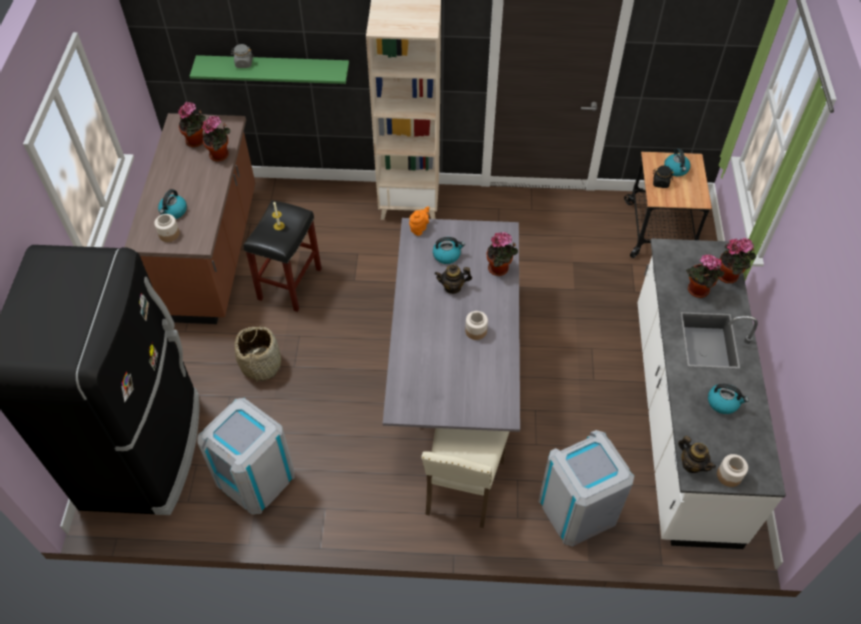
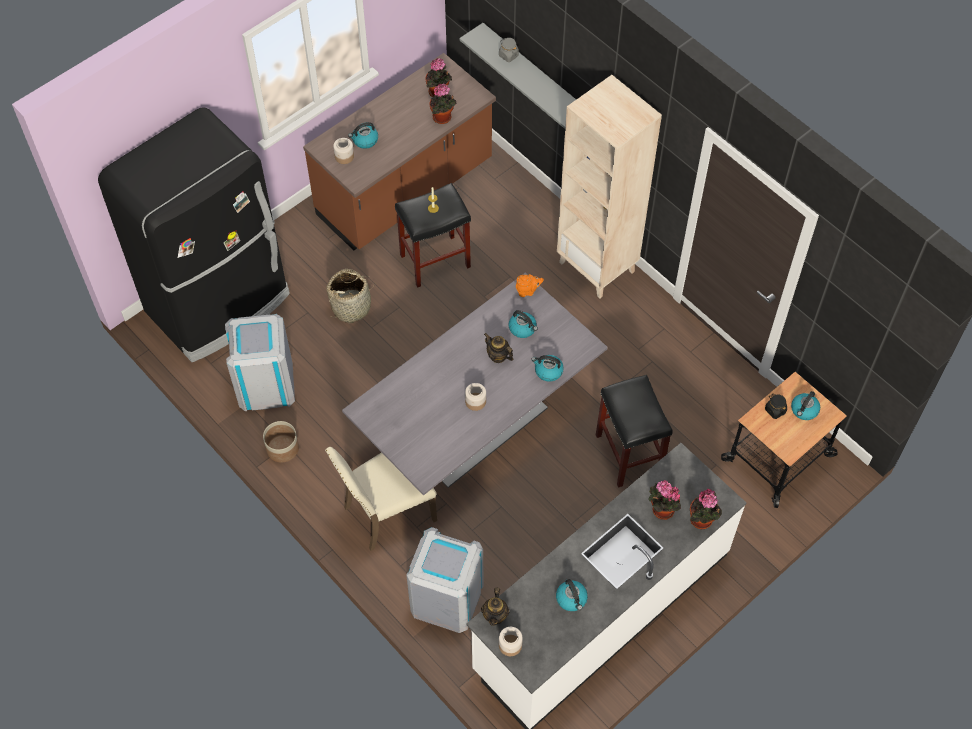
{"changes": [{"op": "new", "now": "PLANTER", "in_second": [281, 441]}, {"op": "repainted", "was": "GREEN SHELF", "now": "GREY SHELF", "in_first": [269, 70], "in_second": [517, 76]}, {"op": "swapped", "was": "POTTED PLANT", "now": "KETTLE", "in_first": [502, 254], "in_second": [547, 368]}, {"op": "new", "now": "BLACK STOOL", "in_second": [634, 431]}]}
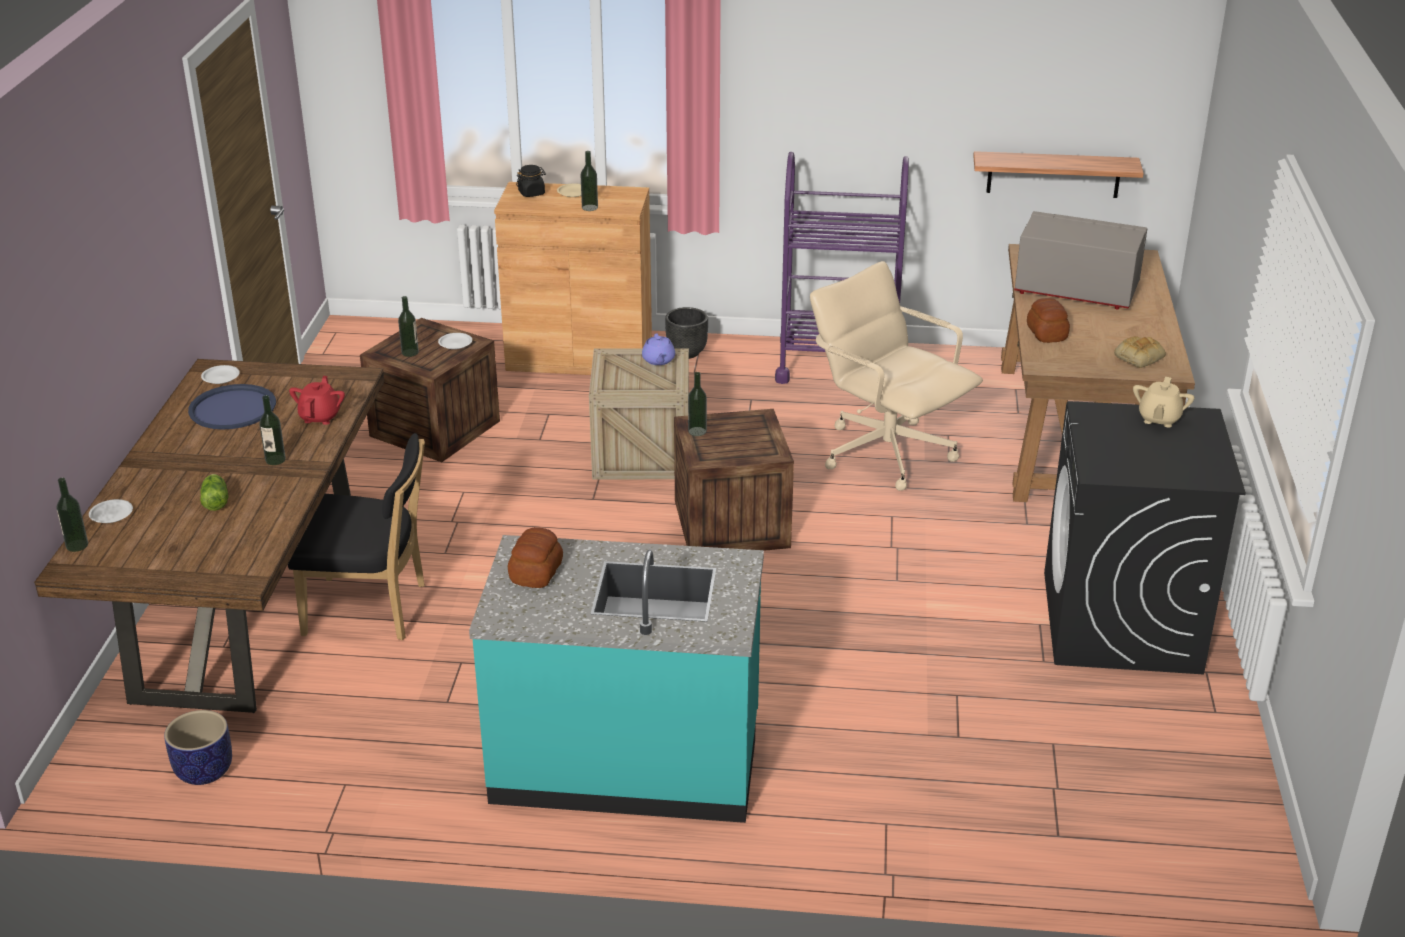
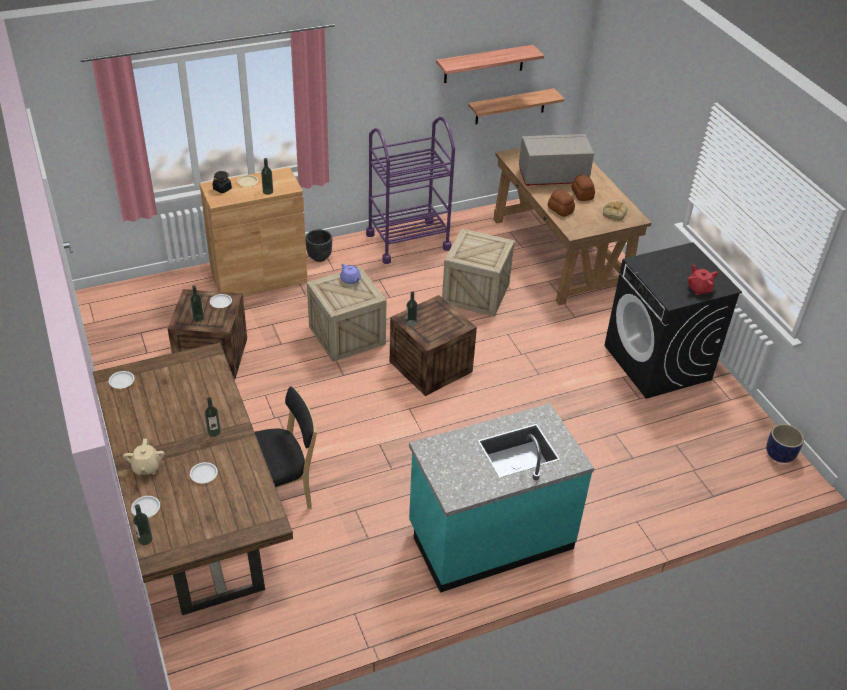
{"changes": [{"op": "shifted", "was": "BEIGE TEAPOT", "in_first": [1163, 402], "in_second": [144, 457]}, {"op": "swapped", "was": "LETTUCE", "now": "WHITE PLATE", "in_first": [214, 492], "in_second": [204, 472]}, {"op": "new", "now": "SHELF", "in_second": [490, 64]}, {"op": "swapped", "was": "BEIGE OFFICE CHAIR", "now": "CRATE", "in_first": [896, 376], "in_second": [478, 272]}, {"op": "shifted", "was": "BREAD", "in_first": [535, 557], "in_second": [583, 188]}, {"op": "shifted", "was": "RED TEAPOT", "in_first": [317, 400], "in_second": [703, 279]}, {"op": "shifted", "was": "PLANTER", "in_first": [198, 747], "in_second": [785, 443]}, {"op": "gone", "was": "BLUE TRAY", "in_first": [232, 407]}]}
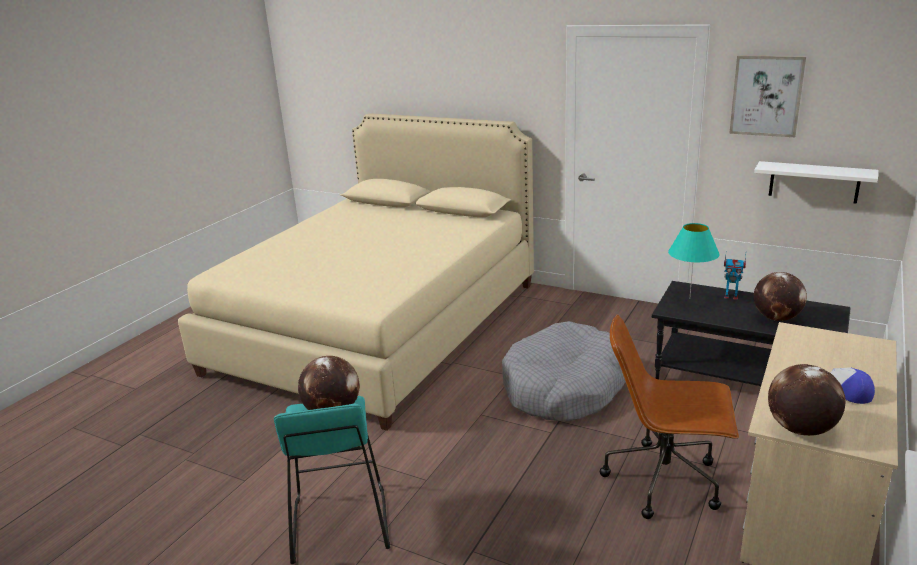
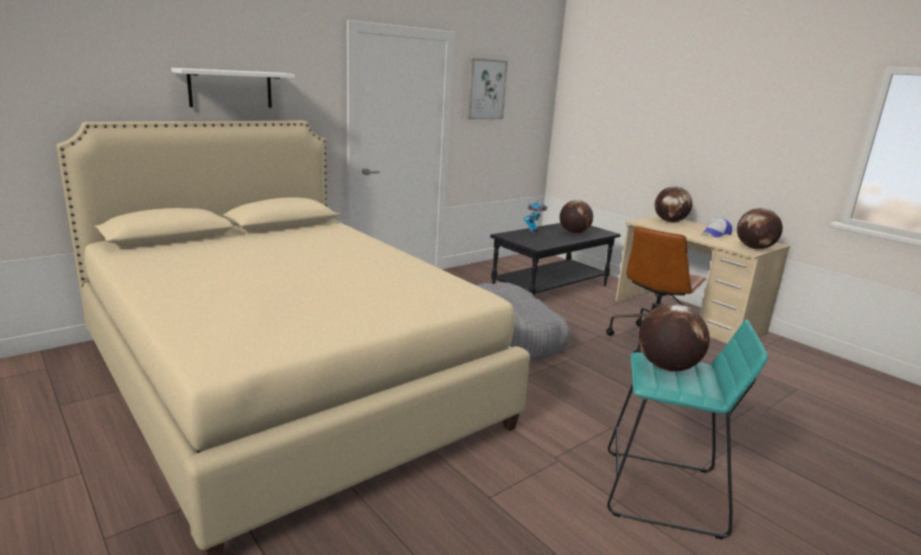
{"changes": [{"op": "shifted", "was": "WHITE SHELF", "in_first": [816, 182], "in_second": [233, 88]}, {"op": "new", "now": "GLOBE", "in_second": [673, 204]}, {"op": "gone", "was": "TURQUOISE TABLE LAMP", "in_first": [694, 259]}]}
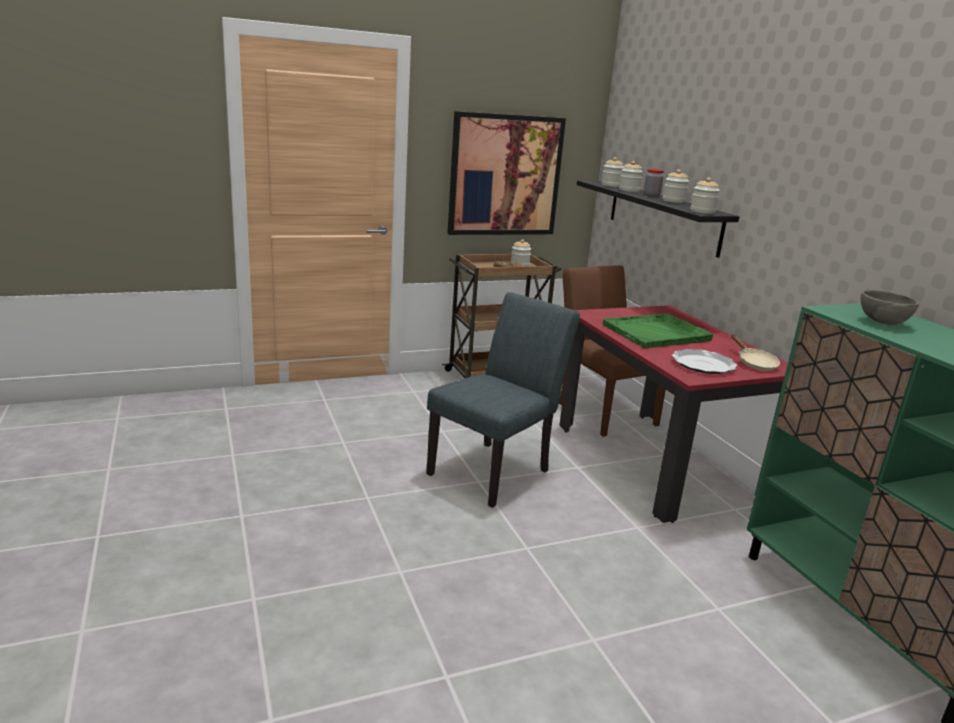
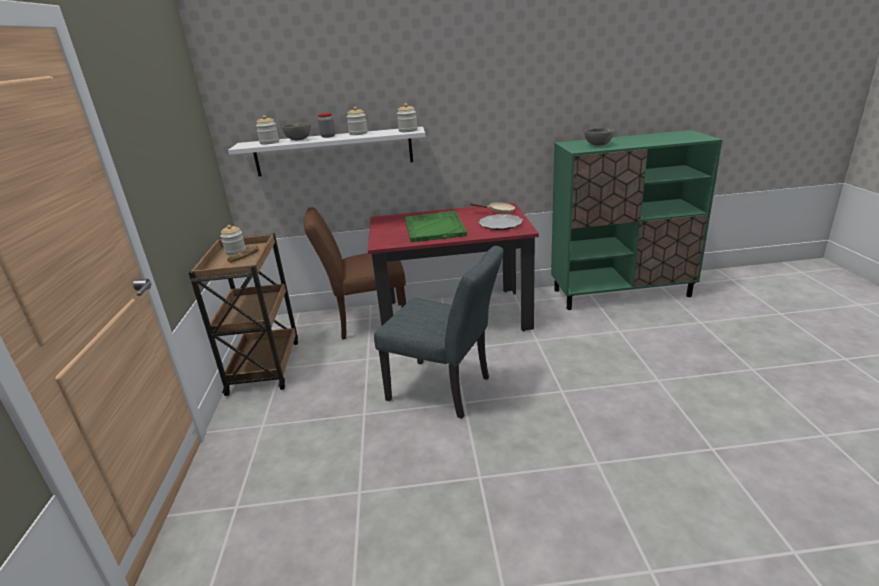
{"changes": [{"op": "repainted", "was": "BLACK SHELF", "now": "WHITE SHELF", "in_first": [658, 219], "in_second": [327, 151]}, {"op": "swapped", "was": "JAR", "now": "GREY BOWL", "in_first": [631, 176], "in_second": [296, 131]}, {"op": "rotated", "was": "GREY CHAIR", "in_first": [503, 400], "in_second": [439, 332], "clockwise": 150}, {"op": "gone", "was": "PICTURE", "in_first": [506, 173]}]}
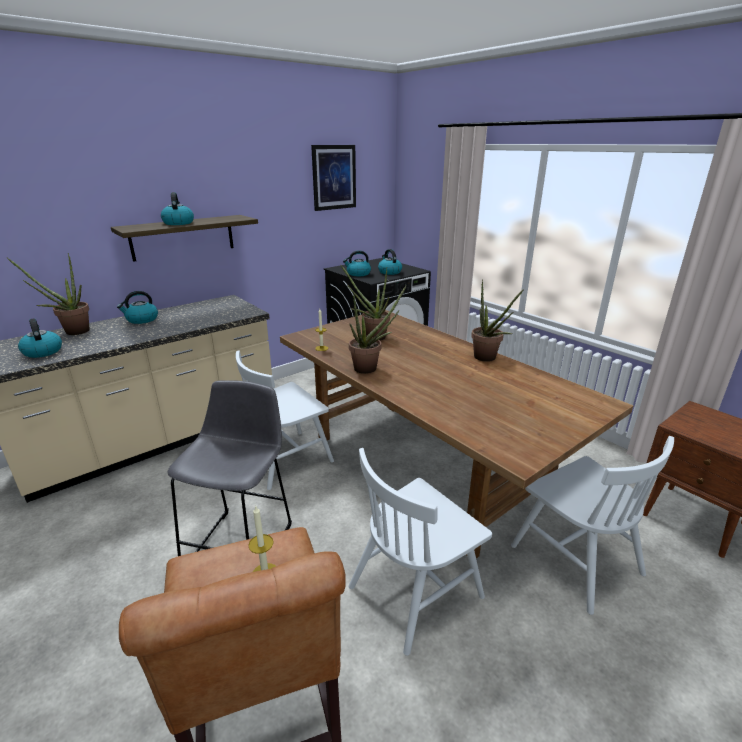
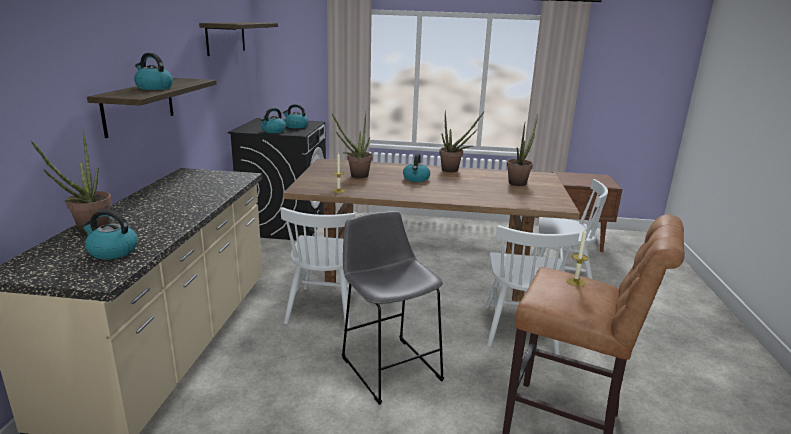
{"changes": [{"op": "swapped", "was": "PICTURE", "now": "SHELF", "in_first": [333, 178], "in_second": [238, 39]}, {"op": "shifted", "was": "KETTLE", "in_first": [137, 307], "in_second": [416, 167]}, {"op": "shifted", "was": "POTTED PLANT", "in_first": [377, 330], "in_second": [522, 150]}]}
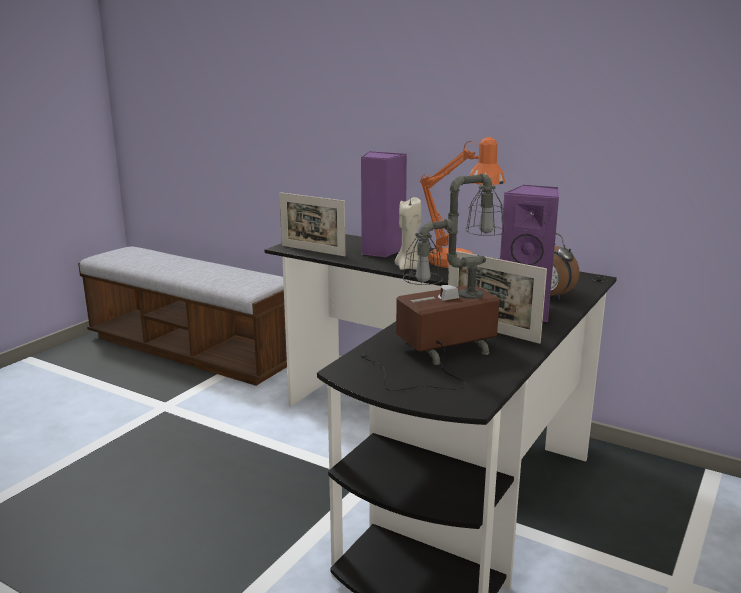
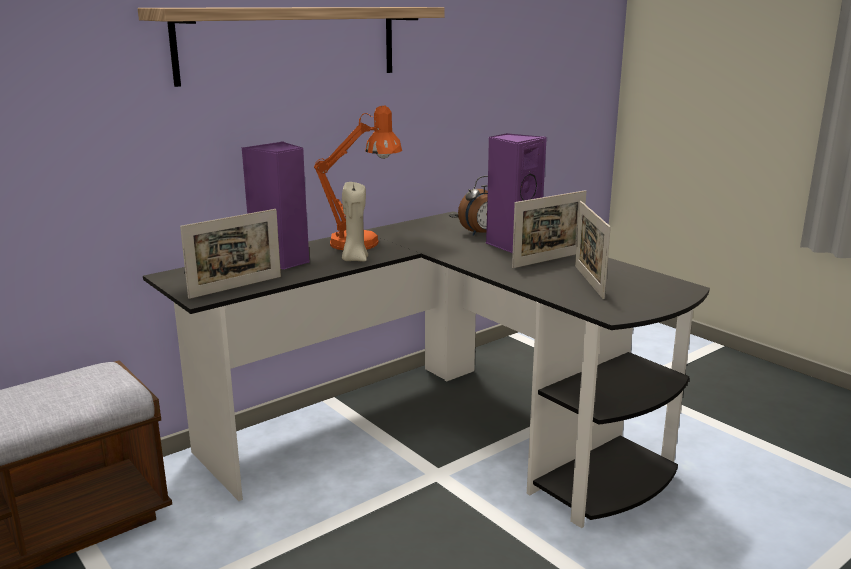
{"changes": [{"op": "new", "now": "SHELF", "in_second": [291, 47]}, {"op": "swapped", "was": "TABLE LAMP", "now": "PICTURE FRAME", "in_first": [433, 282], "in_second": [593, 250]}]}
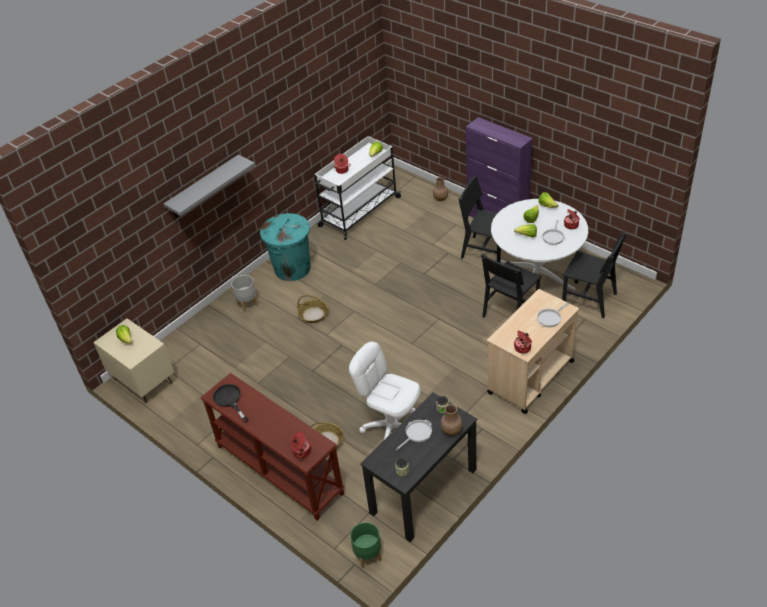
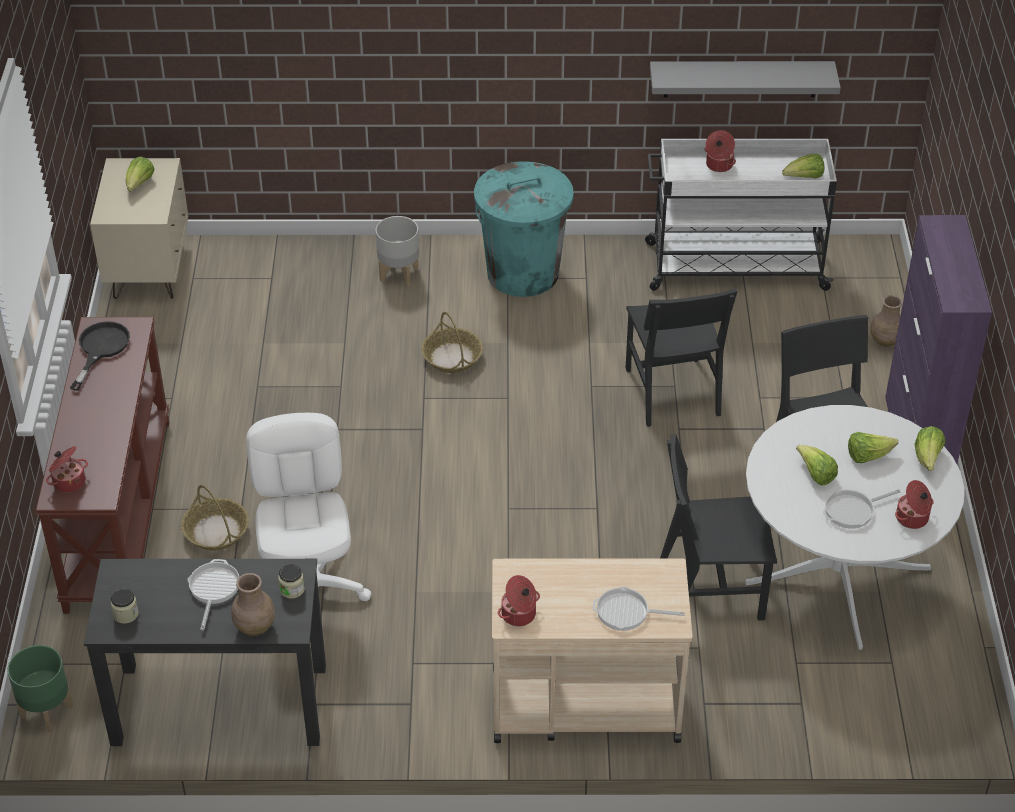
{"changes": [{"op": "rotated", "was": "FRYING PAN", "in_first": [414, 435], "in_second": [213, 594], "clockwise": -90}, {"op": "shifted", "was": "BLACK CHAIR", "in_first": [594, 274], "in_second": [681, 357]}, {"op": "shifted", "was": "GREY SHELF", "in_first": [209, 186], "in_second": [745, 79]}]}
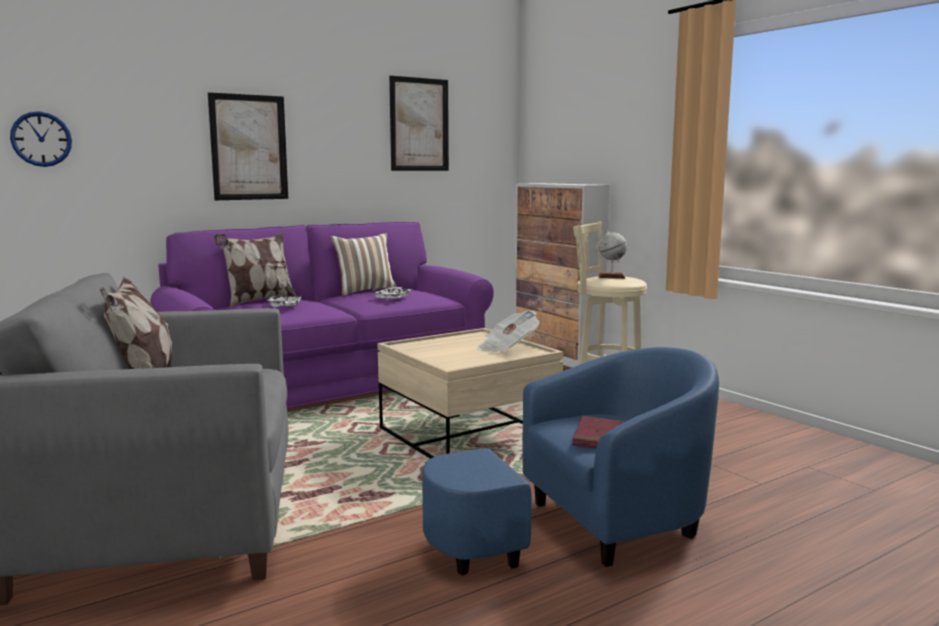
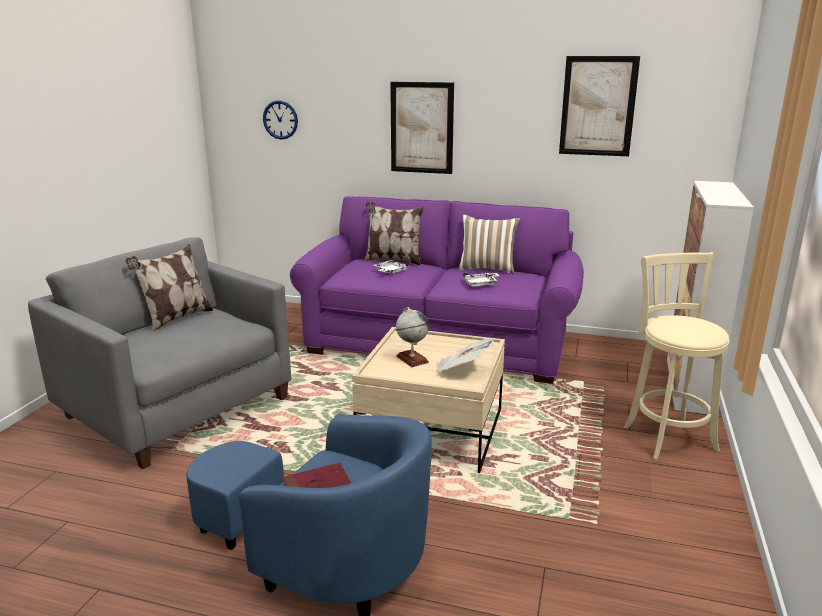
{"changes": [{"op": "shifted", "was": "GLOBE", "in_first": [611, 255], "in_second": [412, 337]}]}
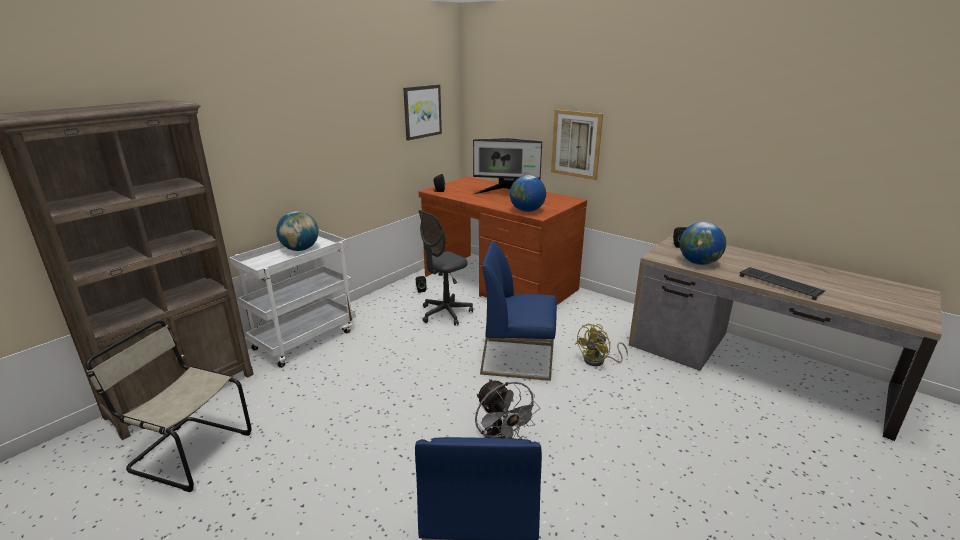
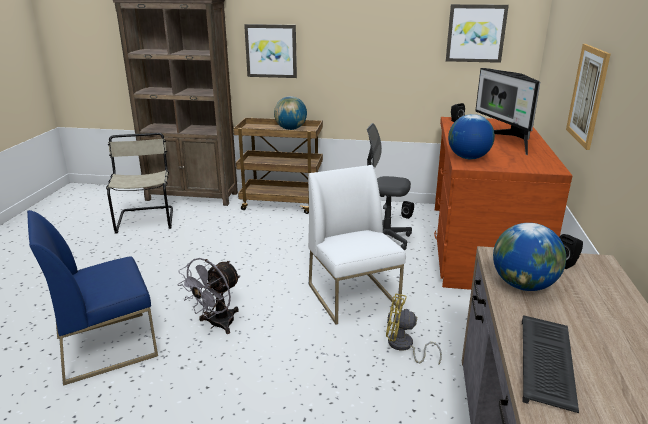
{"changes": [{"op": "repainted", "was": "WHITE CART", "now": "BROWN CART", "in_first": [292, 298], "in_second": [278, 166]}, {"op": "new", "now": "PICTURE", "in_second": [270, 51]}, {"op": "repainted", "was": "BLUE CHAIR", "now": "WHITE CHAIR", "in_first": [518, 311], "in_second": [357, 244]}]}
